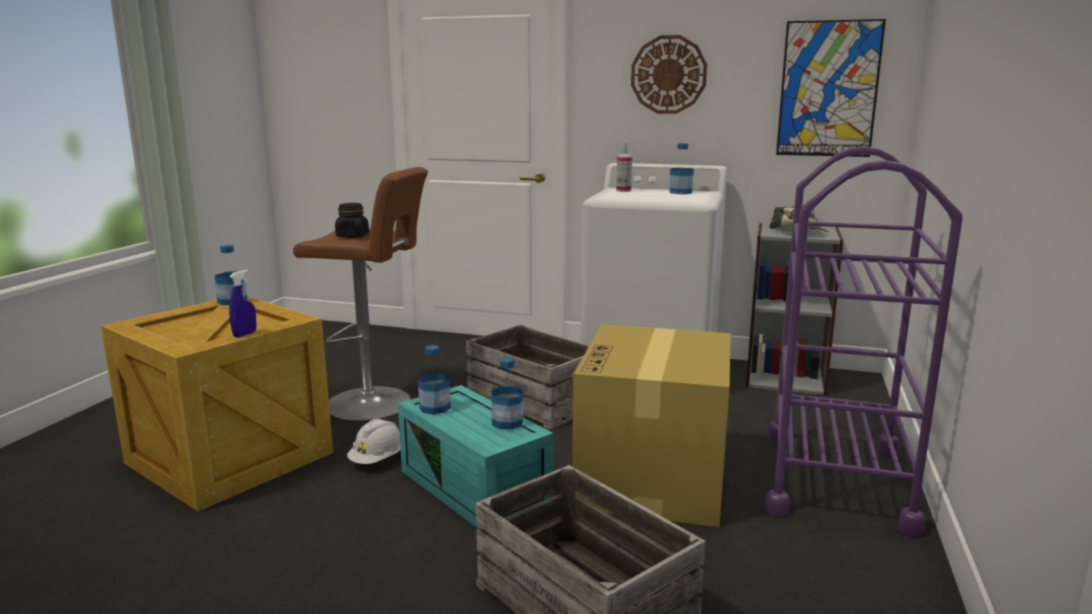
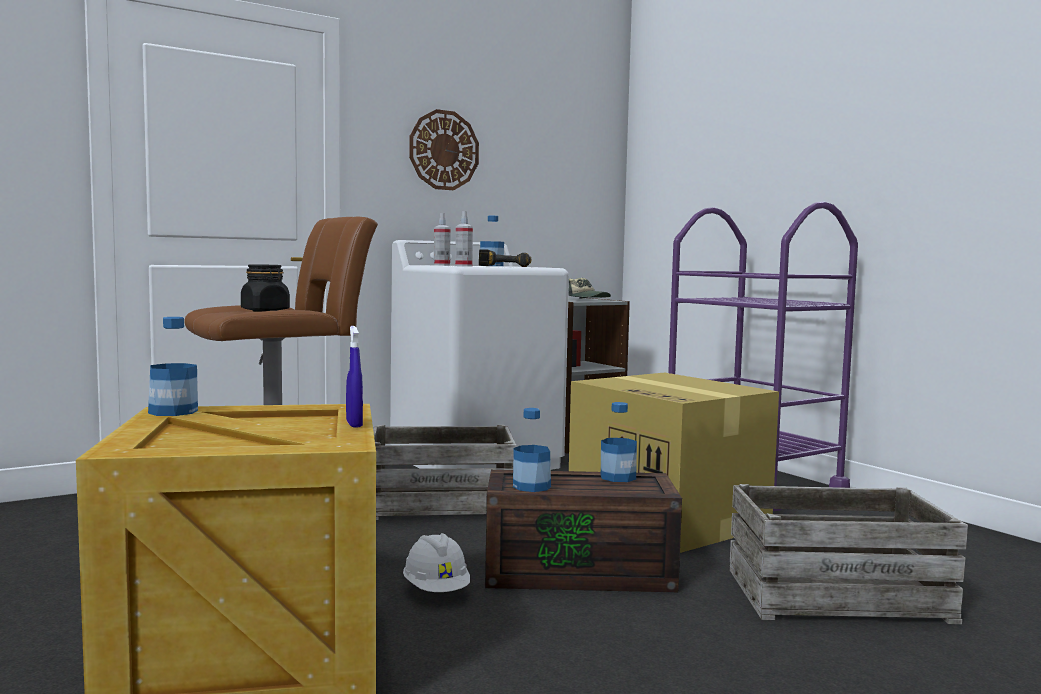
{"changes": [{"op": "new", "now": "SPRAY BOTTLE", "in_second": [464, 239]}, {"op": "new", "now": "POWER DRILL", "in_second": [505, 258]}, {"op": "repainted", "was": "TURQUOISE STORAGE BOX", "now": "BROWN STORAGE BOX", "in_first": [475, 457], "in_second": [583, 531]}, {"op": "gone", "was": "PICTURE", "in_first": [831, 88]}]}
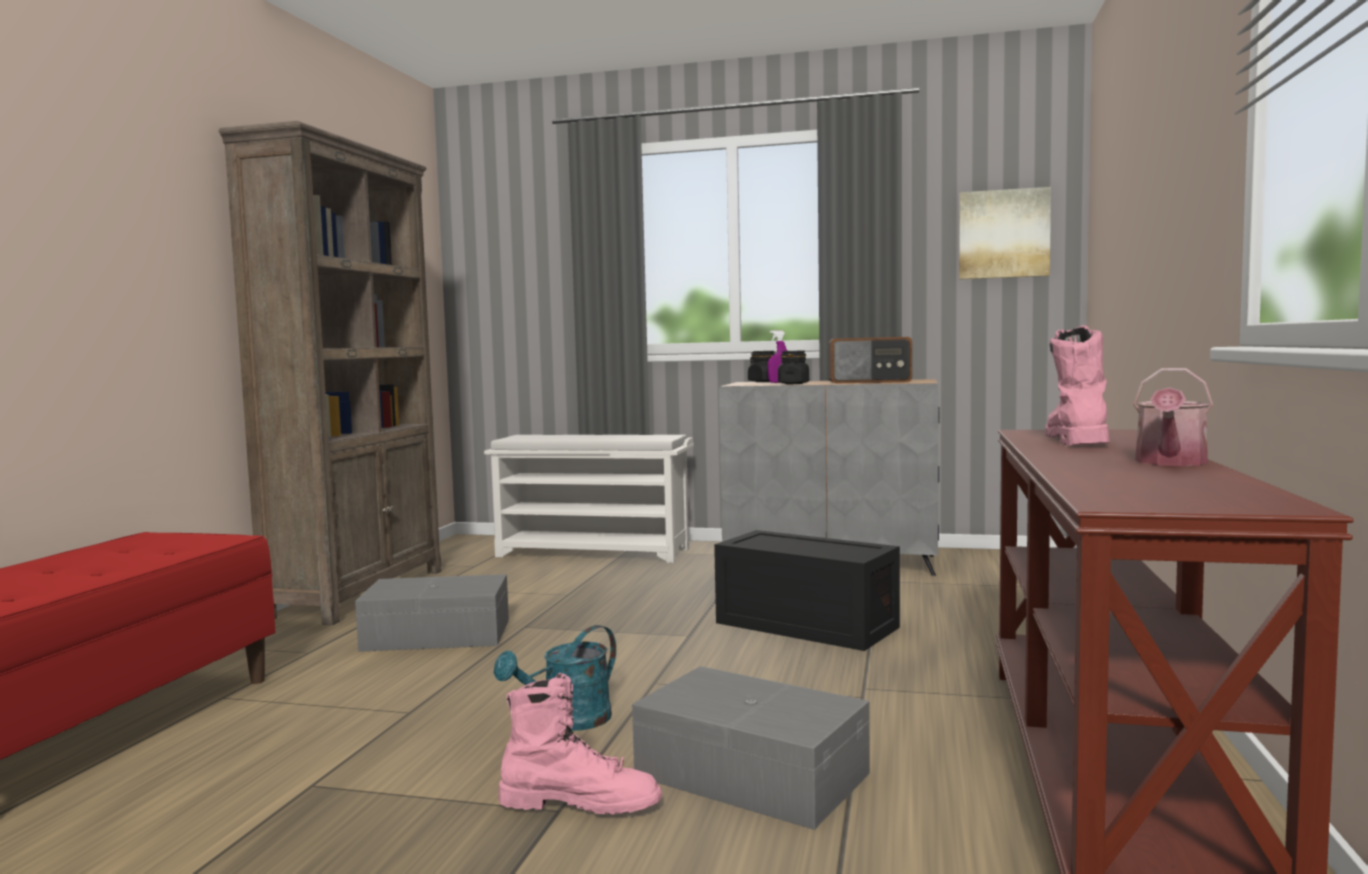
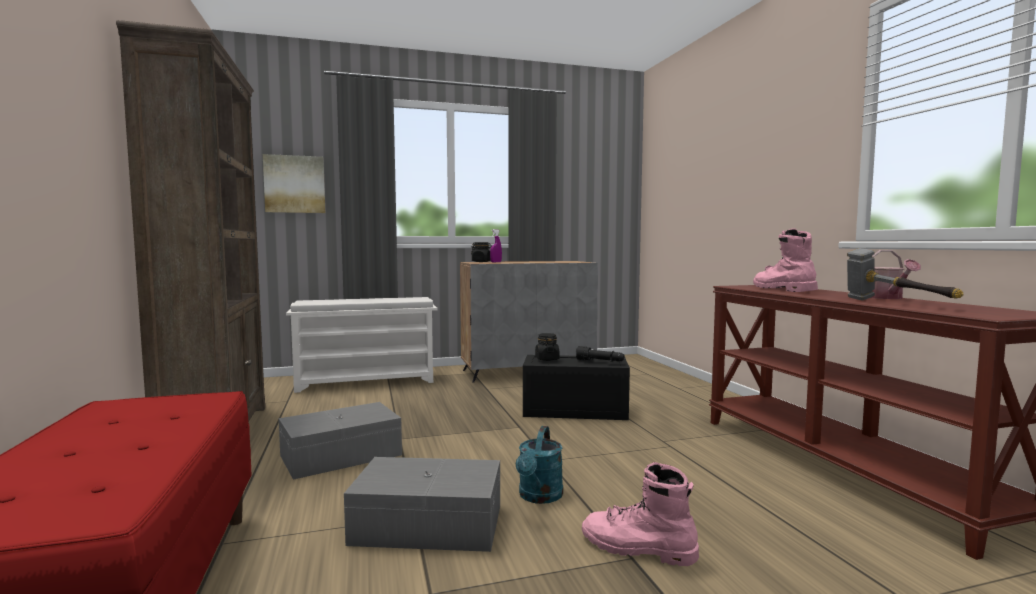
{"changes": [{"op": "shifted", "was": "PICTURE", "in_first": [1005, 233], "in_second": [294, 183]}, {"op": "shifted", "was": "GREY STORAGE BOX", "in_first": [751, 748], "in_second": [422, 504]}, {"op": "shifted", "was": "BLACK JAR", "in_first": [793, 367], "in_second": [547, 347]}, {"op": "new", "now": "BLACK FLASHLIGHT", "in_second": [600, 354]}, {"op": "rotated", "was": "PINK BOOT", "in_first": [580, 743], "in_second": [640, 514], "clockwise": -135}, {"op": "new", "now": "HAMMER", "in_second": [905, 274]}, {"op": "gone", "was": "RADIO", "in_first": [870, 360]}]}
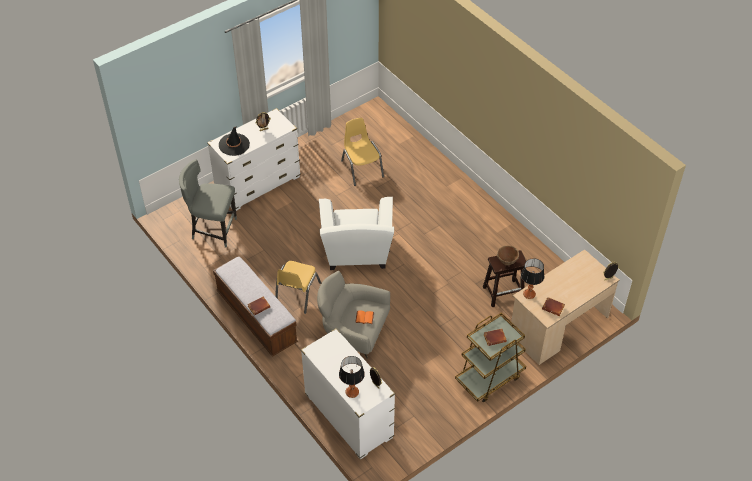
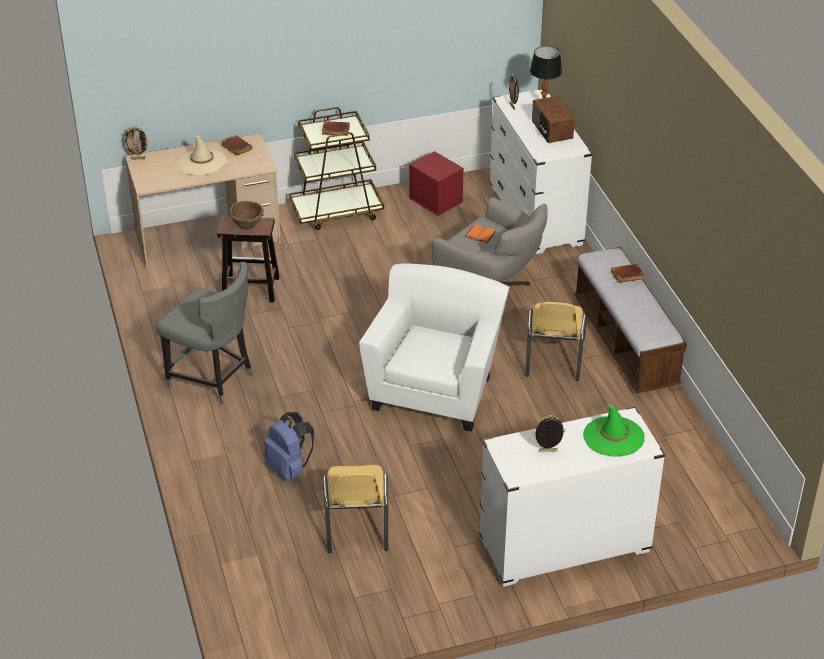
{"changes": [{"op": "shifted", "was": "GREY CHAIR", "in_first": [208, 204], "in_second": [204, 333]}, {"op": "new", "now": "BEIGE HAT", "in_second": [202, 156]}, {"op": "new", "now": "BLUE BACKPACK", "in_second": [289, 446]}, {"op": "new", "now": "RED STORAGE BOX", "in_second": [436, 183]}, {"op": "rotated", "was": "YELLOW CHAIR", "in_first": [298, 287], "in_second": [556, 341], "clockwise": 150}, {"op": "new", "now": "RADIO", "in_second": [553, 119]}, {"op": "repainted", "was": "BLACK HAT", "now": "GREEN HAT", "in_first": [234, 141], "in_second": [614, 430]}, {"op": "gone", "was": "TABLE LAMP", "in_first": [532, 278]}]}
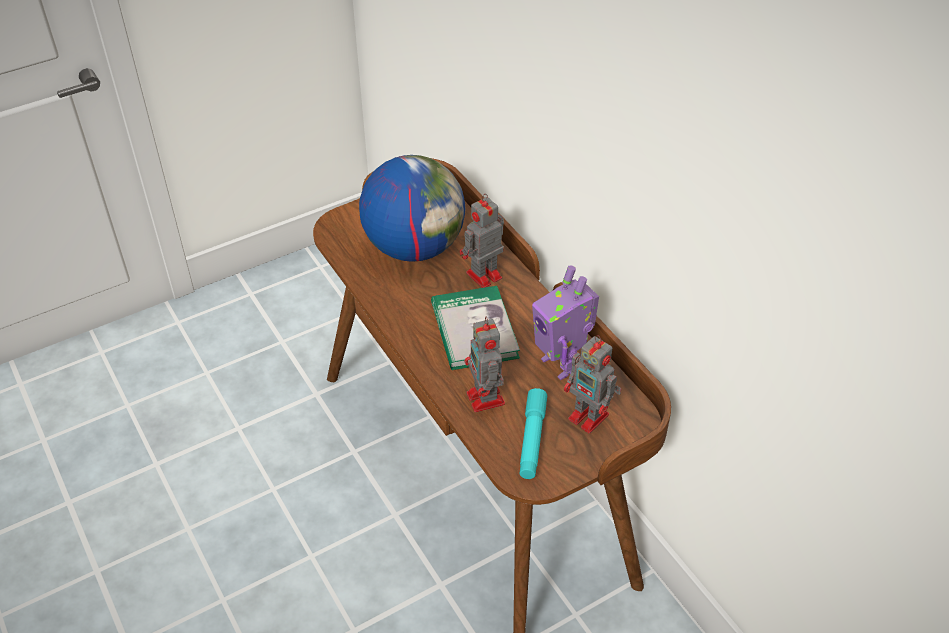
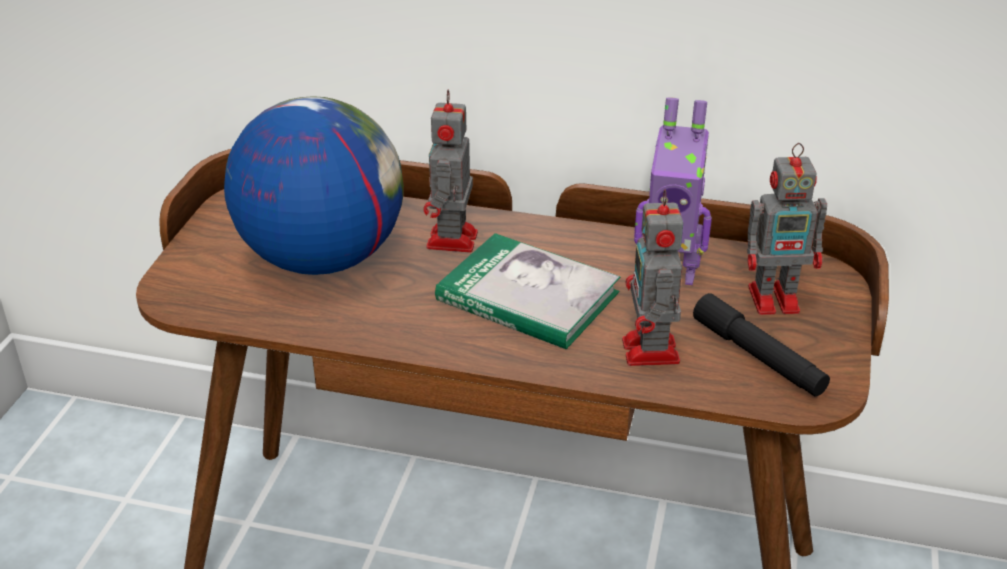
{"changes": [{"op": "rotated", "was": "TOY ROBOT", "in_first": [484, 364], "in_second": [652, 278], "clockwise": 60}, {"op": "repainted", "was": "TURQUOISE FLASHLIGHT", "now": "BLACK FLASHLIGHT", "in_first": [533, 433], "in_second": [761, 345]}]}
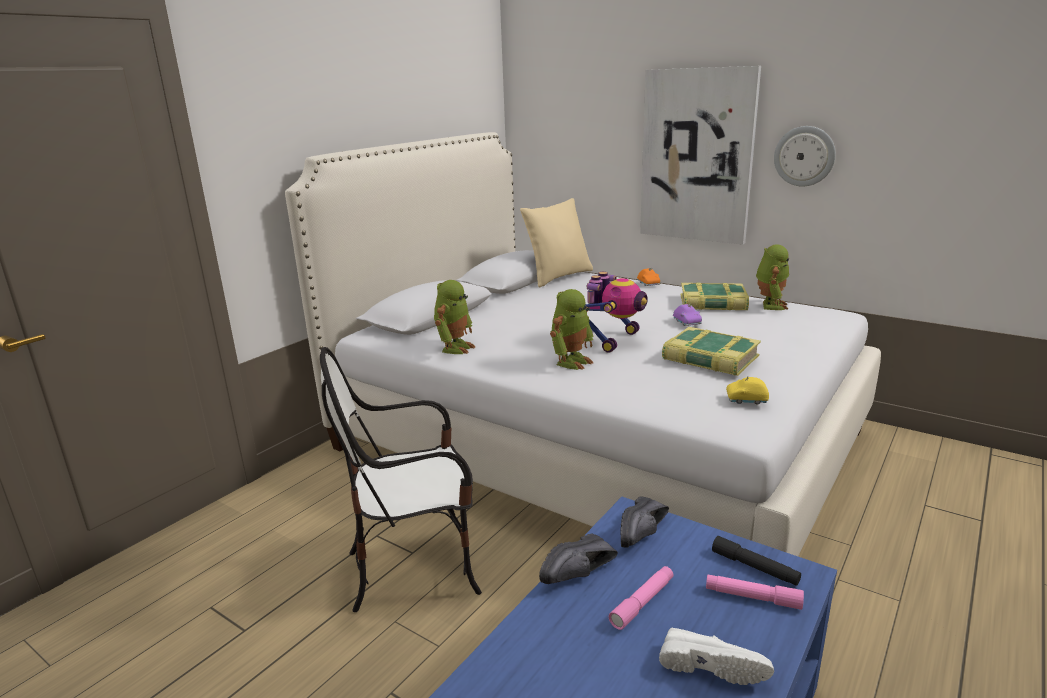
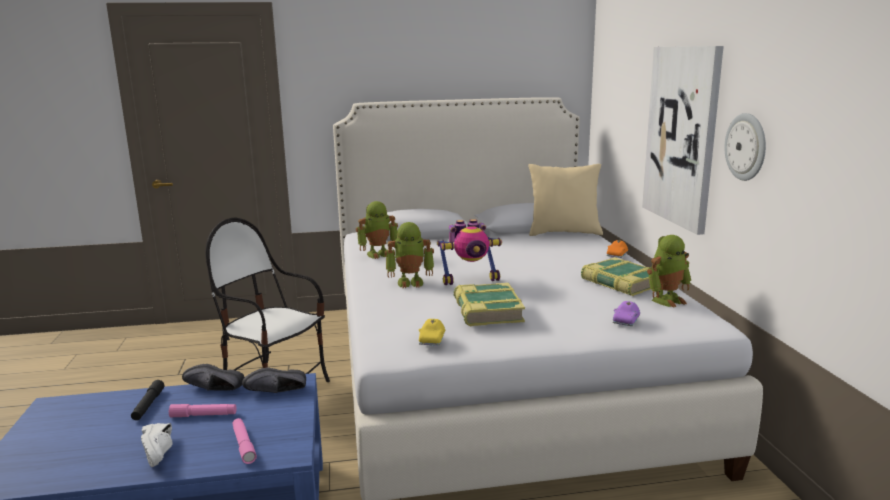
{"changes": [{"op": "shifted", "was": "BLACK FLASHLIGHT", "in_first": [756, 561], "in_second": [147, 400]}, {"op": "rotated", "was": "YELLOW TOY CAR", "in_first": [747, 390], "in_second": [432, 332], "clockwise": -135}, {"op": "shifted", "was": "PURPLE TOY CAR", "in_first": [687, 314], "in_second": [626, 313]}]}
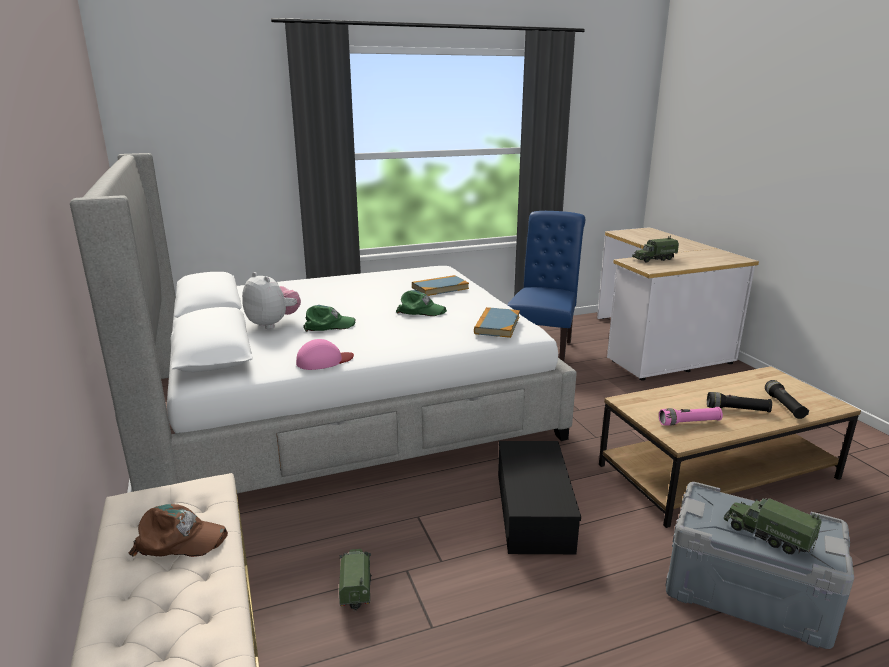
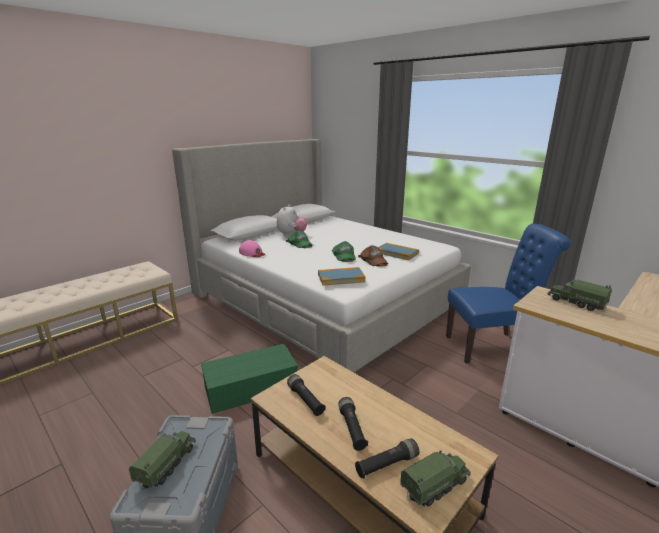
{"changes": [{"op": "repainted", "was": "BLACK STORAGE BOX", "now": "GREEN STORAGE BOX", "in_first": [539, 497], "in_second": [249, 379]}, {"op": "repainted", "was": "PINK FLASHLIGHT", "now": "BLACK FLASHLIGHT", "in_first": [691, 416], "in_second": [306, 395]}, {"op": "shifted", "was": "BROWN CAP", "in_first": [178, 530], "in_second": [373, 256]}, {"op": "shifted", "was": "TOY TRUCK", "in_first": [355, 580], "in_second": [435, 478]}]}
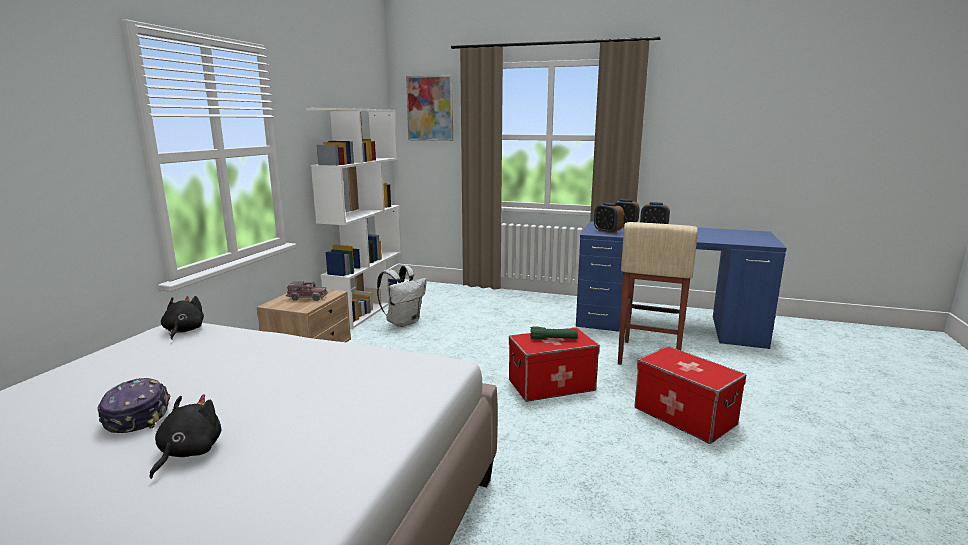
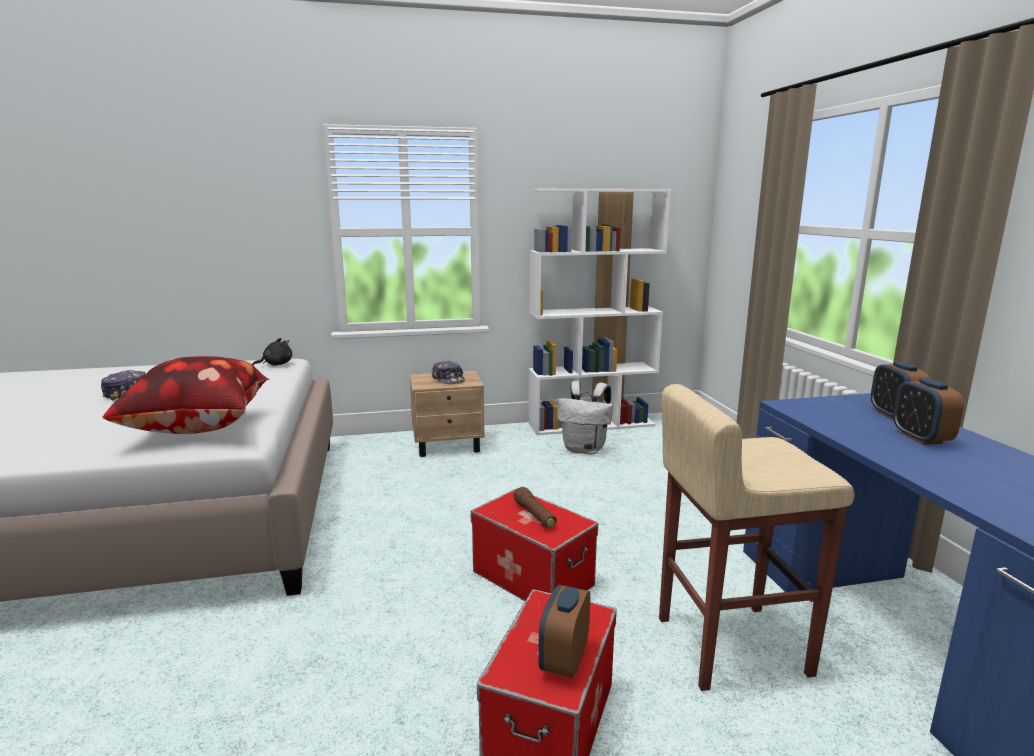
{"changes": [{"op": "new", "now": "PILLOW", "in_second": [186, 395]}, {"op": "swapped", "was": "TOY TRUCK", "now": "CAP", "in_first": [307, 291], "in_second": [448, 372]}, {"op": "repainted", "was": "GREEN FLASHLIGHT", "now": "BROWN FLASHLIGHT", "in_first": [554, 333], "in_second": [535, 508]}, {"op": "shifted", "was": "ALARM CLOCK", "in_first": [609, 218], "in_second": [564, 631]}, {"op": "gone", "was": "BLACK PLUSH TOY", "in_first": [185, 436]}, {"op": "gone", "was": "PICTURE", "in_first": [429, 108]}]}
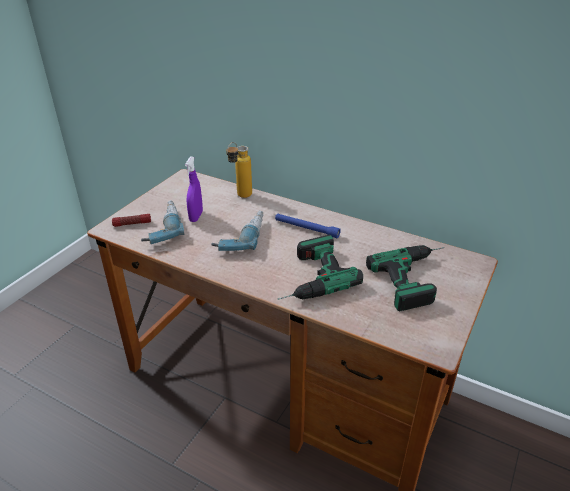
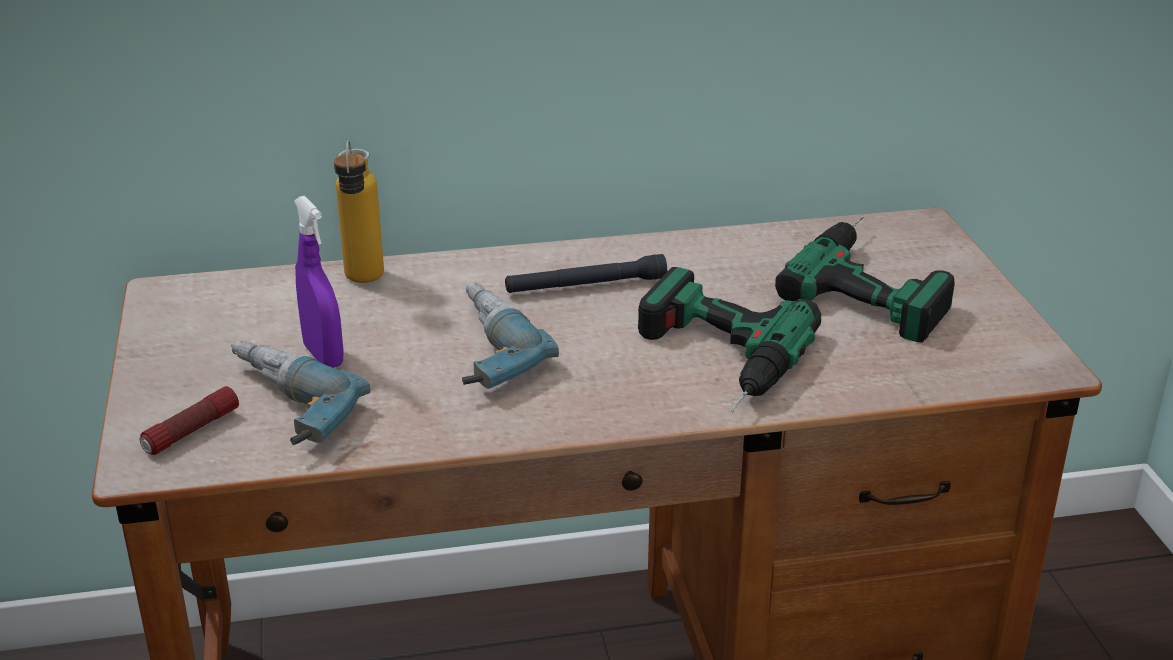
{"changes": [{"op": "repainted", "was": "BLUE FLASHLIGHT", "now": "BLACK FLASHLIGHT", "in_first": [308, 226], "in_second": [586, 273]}]}
